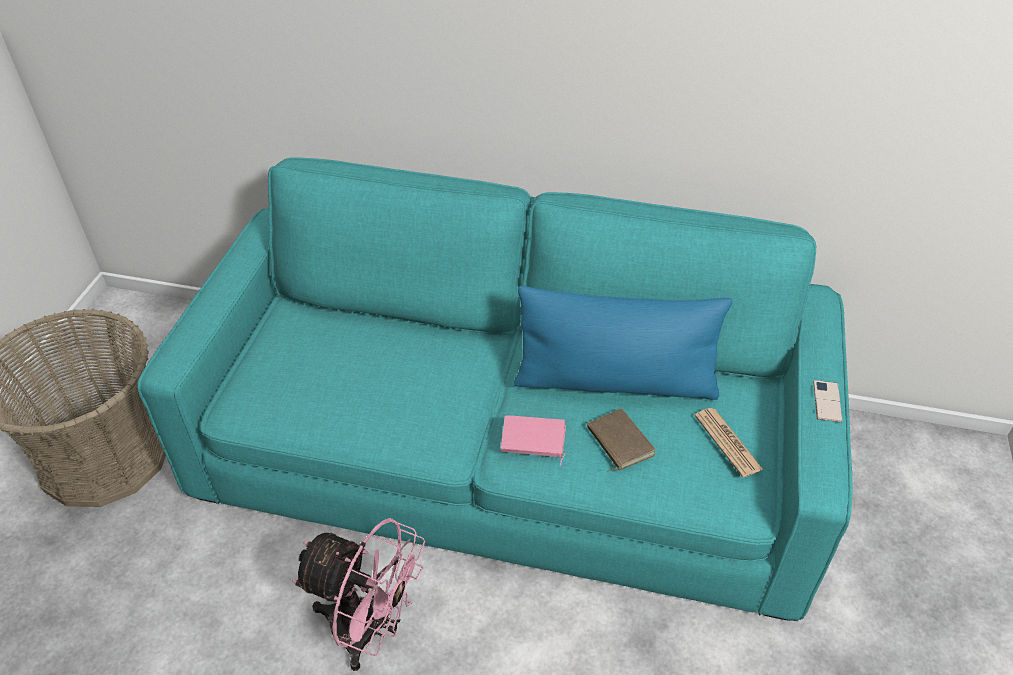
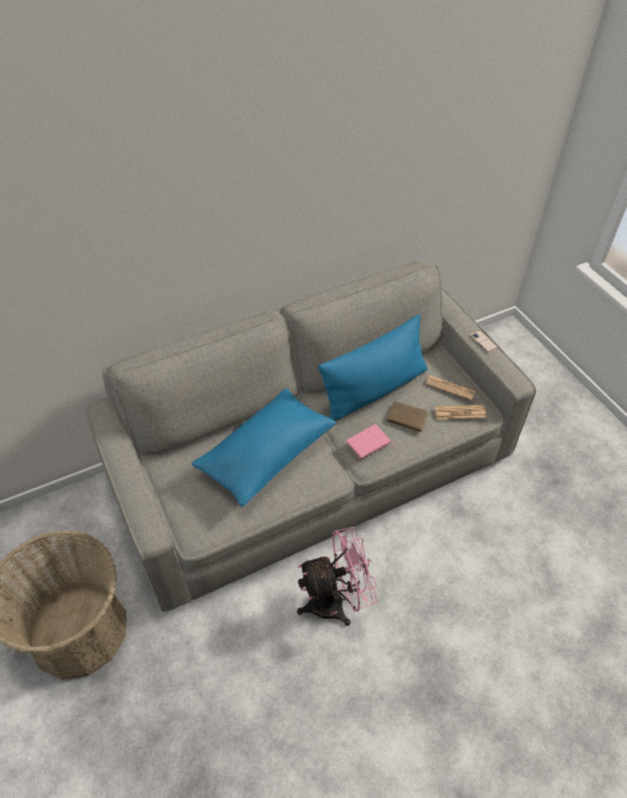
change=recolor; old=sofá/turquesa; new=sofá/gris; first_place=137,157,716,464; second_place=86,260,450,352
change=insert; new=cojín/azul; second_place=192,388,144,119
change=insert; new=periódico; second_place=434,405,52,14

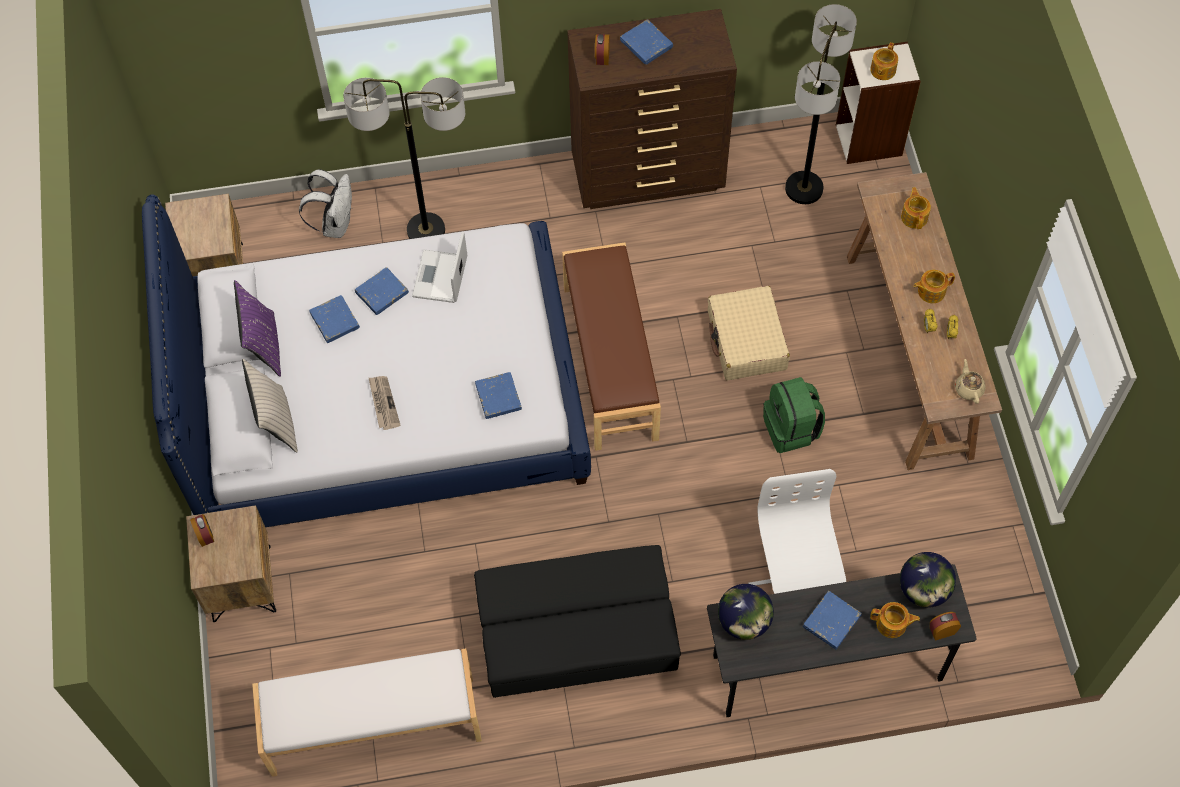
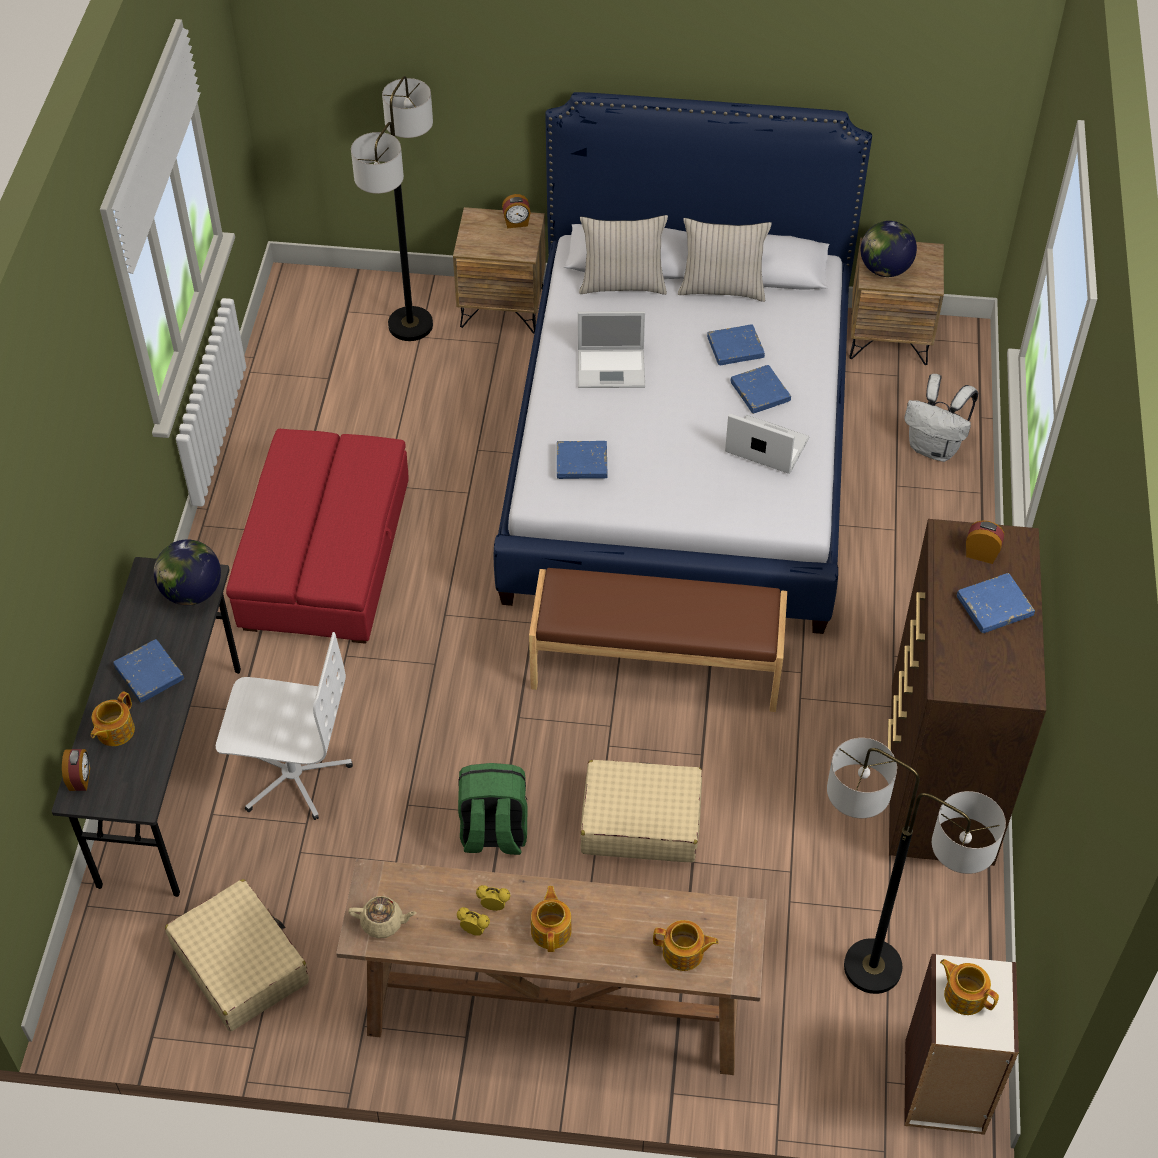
change=move; old=lámpara de pie; first_place=343,77,122,162; second_place=351,76,82,265
change=recolor; old=cojín/morado; new=cojín/beis; first_place=234,280,47,97; second_place=678,218,94,84
change=replace; old=periódico; new=portátil; first_place=369,376,32,54; second_place=578,311,67,77
change=recolor; old=puf/negro; new=puf/rojo; first_place=474,545,207,153; second_place=226,429,183,215
change=move; old=globo terráqueo; first_place=900,552,56,55; second_place=860,221,57,56
change=delete; old=banco/blanco; first_place=252,648,230,129
change=insert; new=maleta/beis; second_place=165,879,144,152

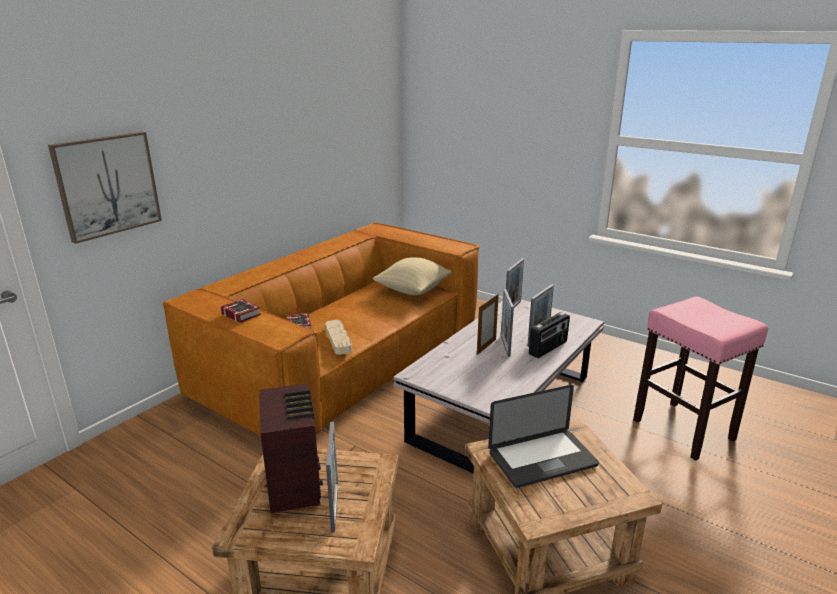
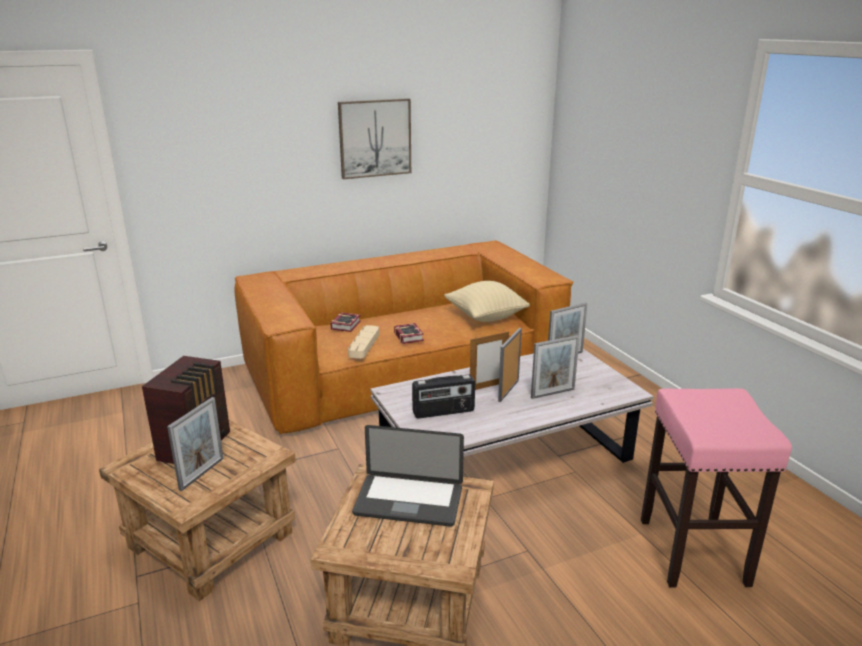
change=move; old=cuadro; first_place=48,132,114,112; second_place=338,98,73,81
change=move; old=libro; first_place=221,299,40,24; second_place=394,323,30,21
change=move; old=radio; first_place=529,312,41,46; second_place=412,374,63,45

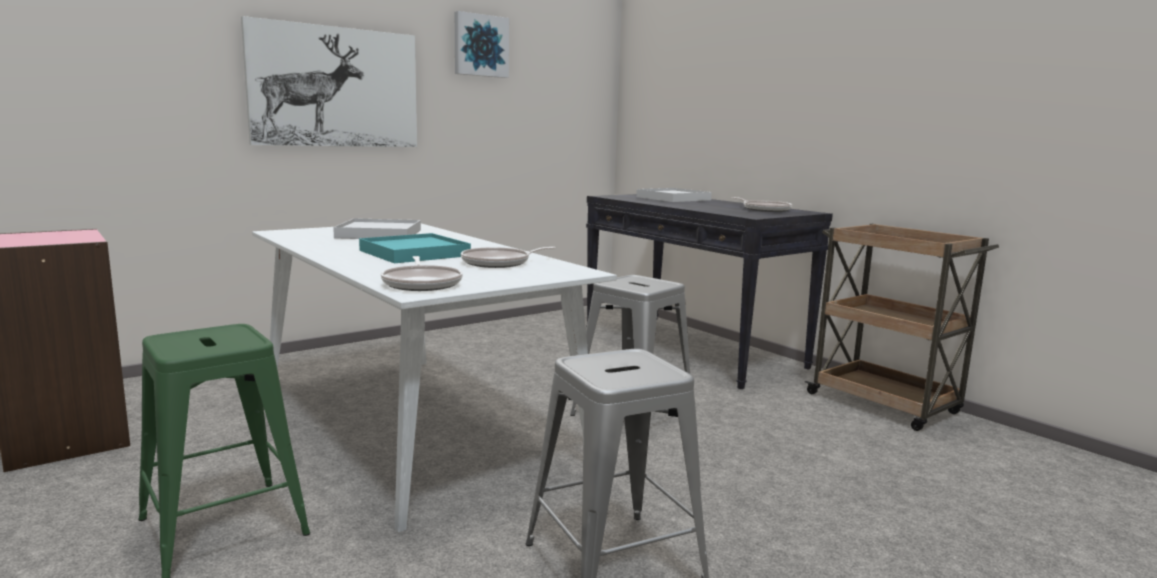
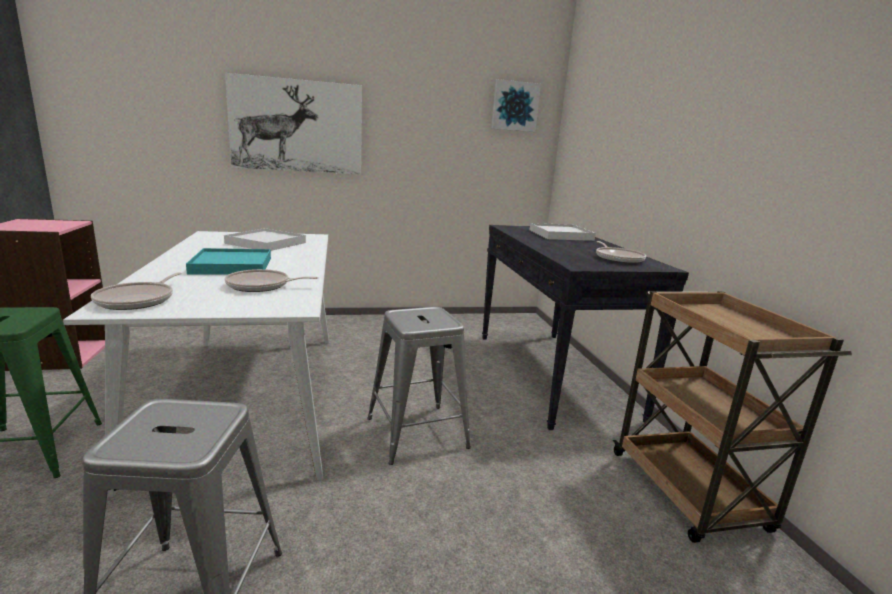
change=move; old=cuadro; first_place=455,11,54,67; second_place=491,79,50,53

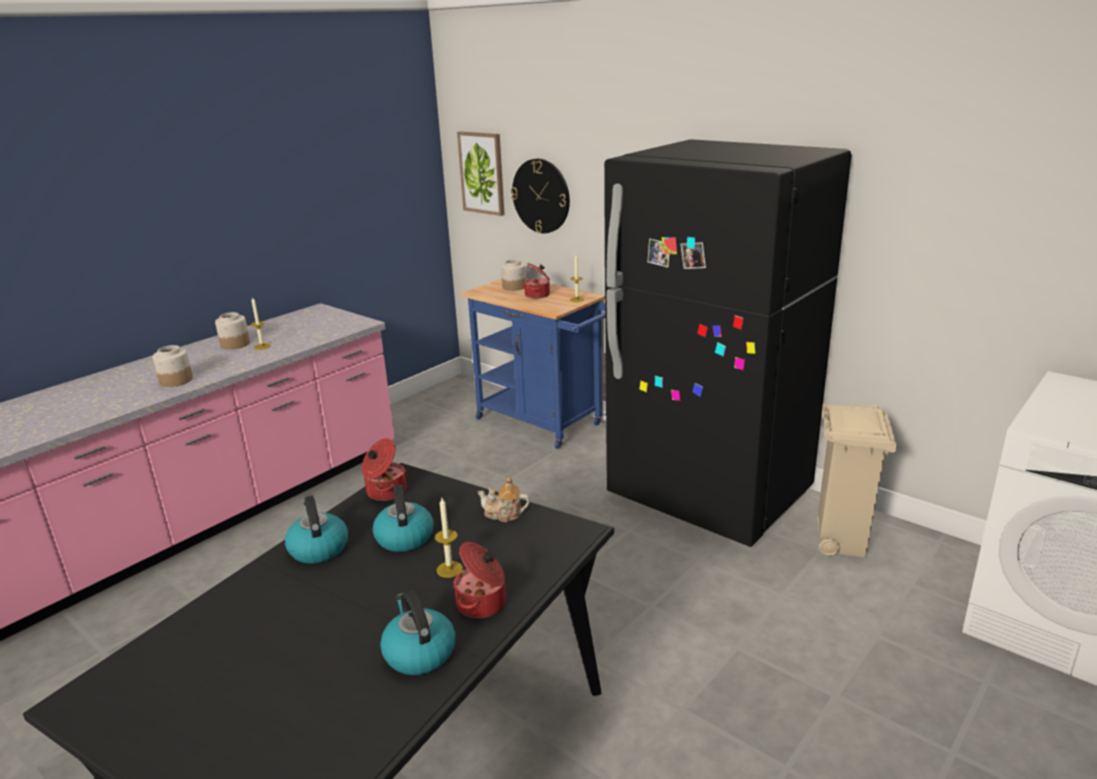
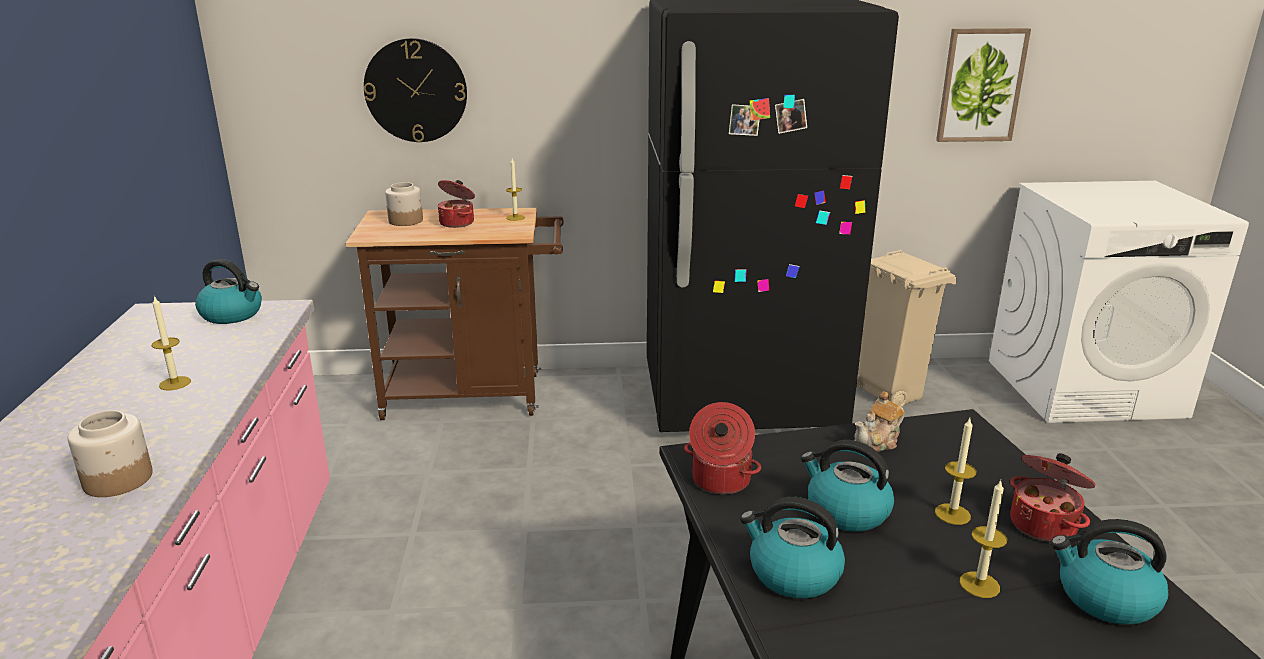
change=move; old=cuadro; first_place=457,131,48,85; second_place=936,28,95,114
change=recolor; old=carrito/azul; new=carrito/marrón; first_place=460,279,145,170; second_place=345,208,219,212
change=delete; old=tarro; first_place=215,312,35,37
change=insert; new=hervidor; second_place=195,259,67,65
change=insert; new=vela; second_place=959,480,48,118

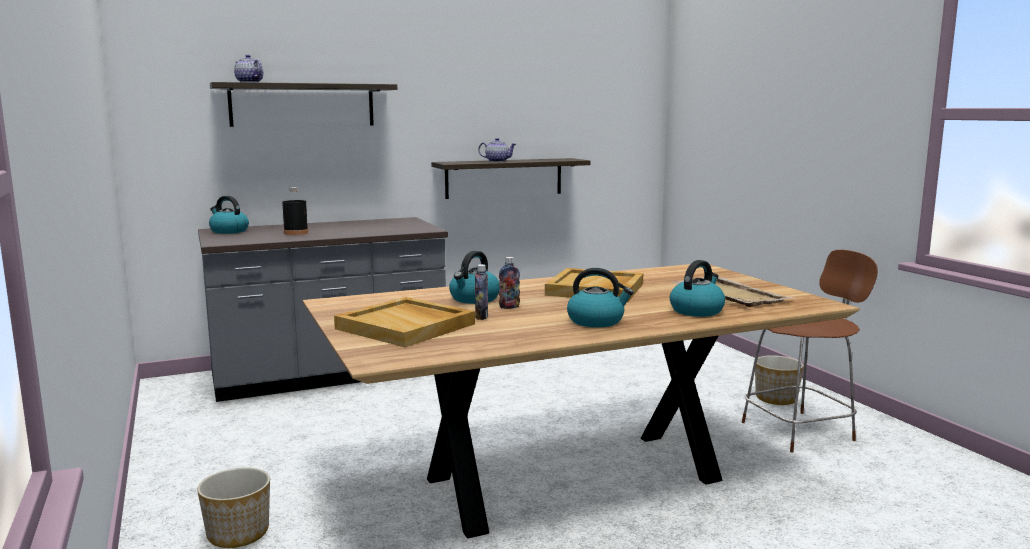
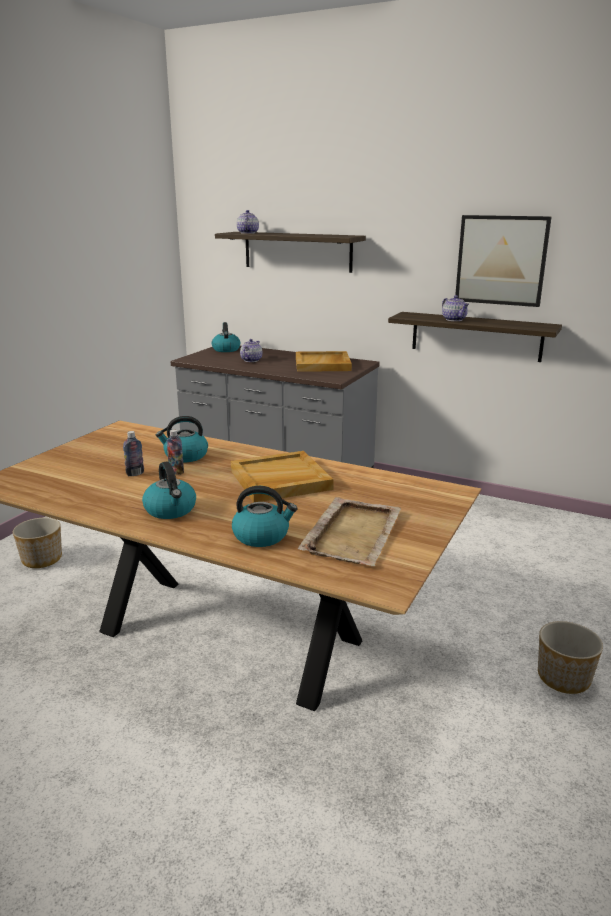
change=replace; old=botella/negro; new=tetera; first_place=282,187,26,48; second_place=240,339,22,23
change=delete; old=silla/marrón; first_place=742,250,136,203
change=move; old=bandeja/beis; first_place=334,297,141,50; second_place=296,351,56,21
change=insert; new=cuadro; second_place=455,215,97,92

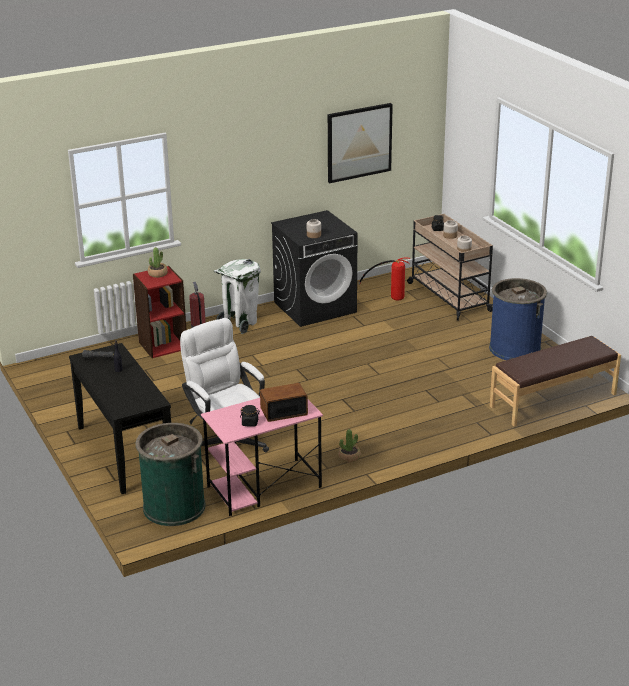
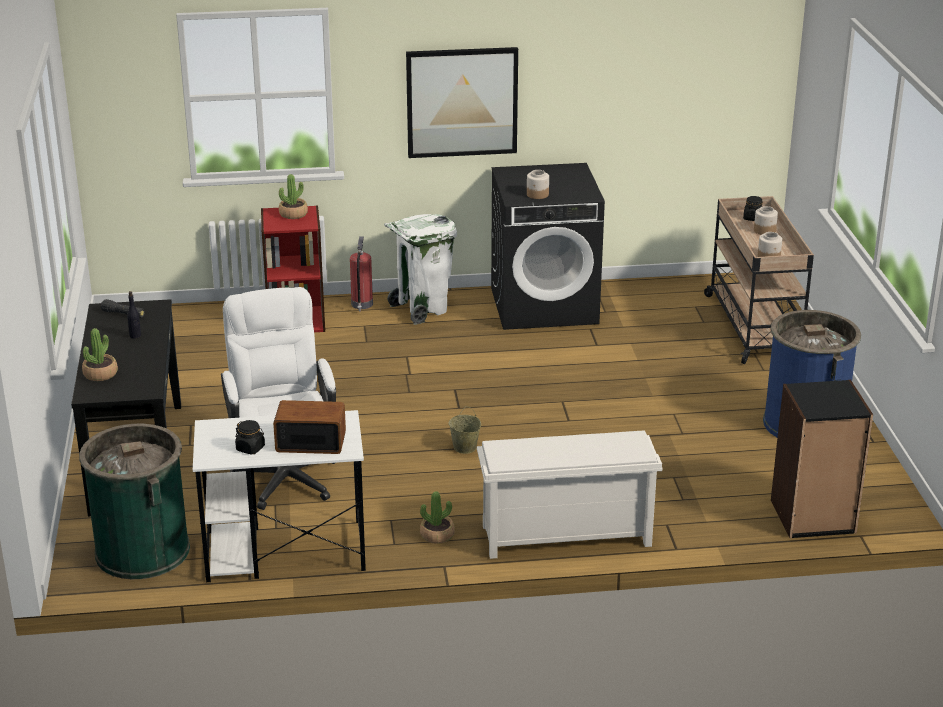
change=move; old=cuadro; first_place=328,103,65,80; second_place=406,47,112,111
change=delete; old=extintor; first_place=358,258,52,42
change=replace; old=banco/marrón; new=estantería/negro; first_place=490,336,131,91; second_place=771,380,102,158
change=recolor; old=escritorio/rosa; new=escritorio/blanco; first_place=201,398,122,118; second_place=193,410,173,172
change=insert; new=planta en maceta; second_place=82,328,36,53
change=insert; new=cubo/beis; second_place=449,406,32,48
change=insert; new=zapatero/blanco; second_place=477,430,185,129

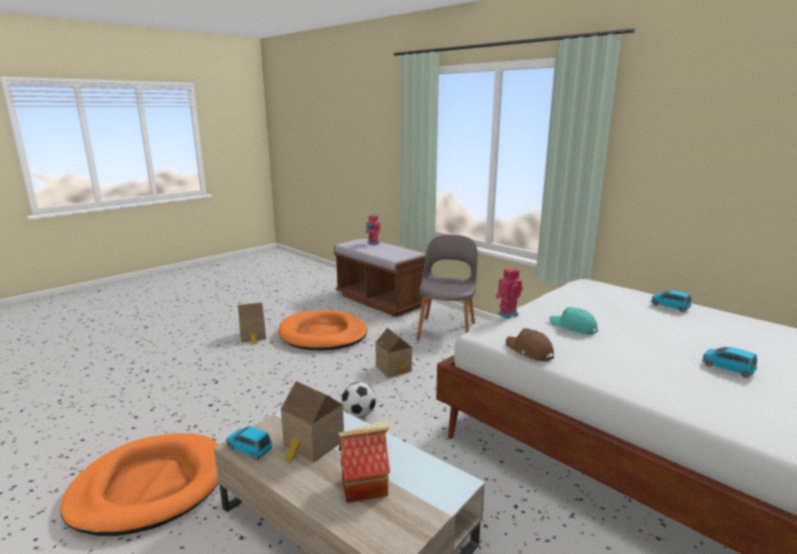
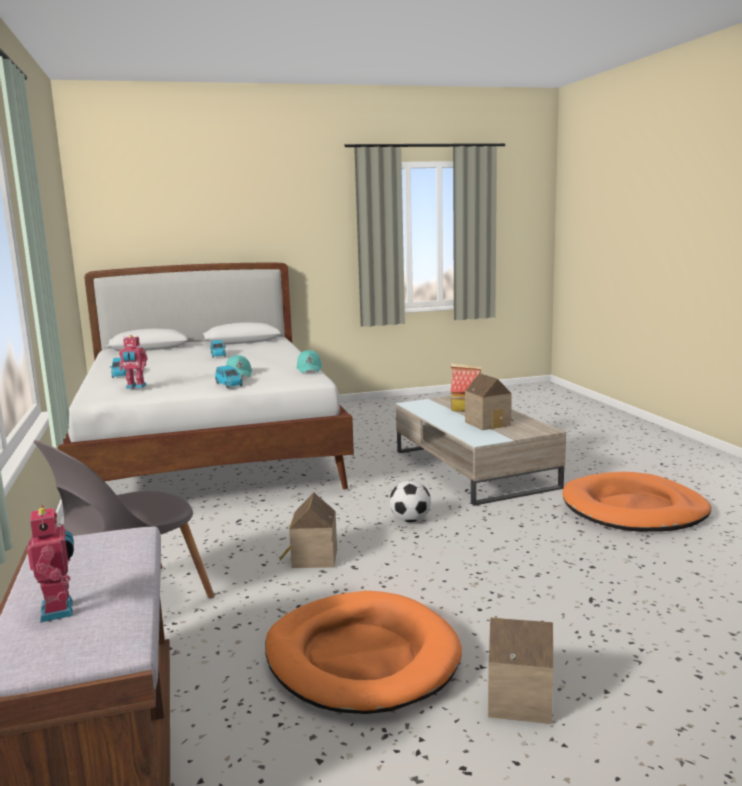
change=move; old=robot de juguete; first_place=495,267,28,52; second_place=119,335,28,54
change=recolor; old=gorra/marrón; new=gorra/turquesa; first_place=506,328,48,33; second_place=297,350,25,23
change=move; old=coche de juguete/azul; first_place=226,427,46,33; second_place=215,366,28,22

